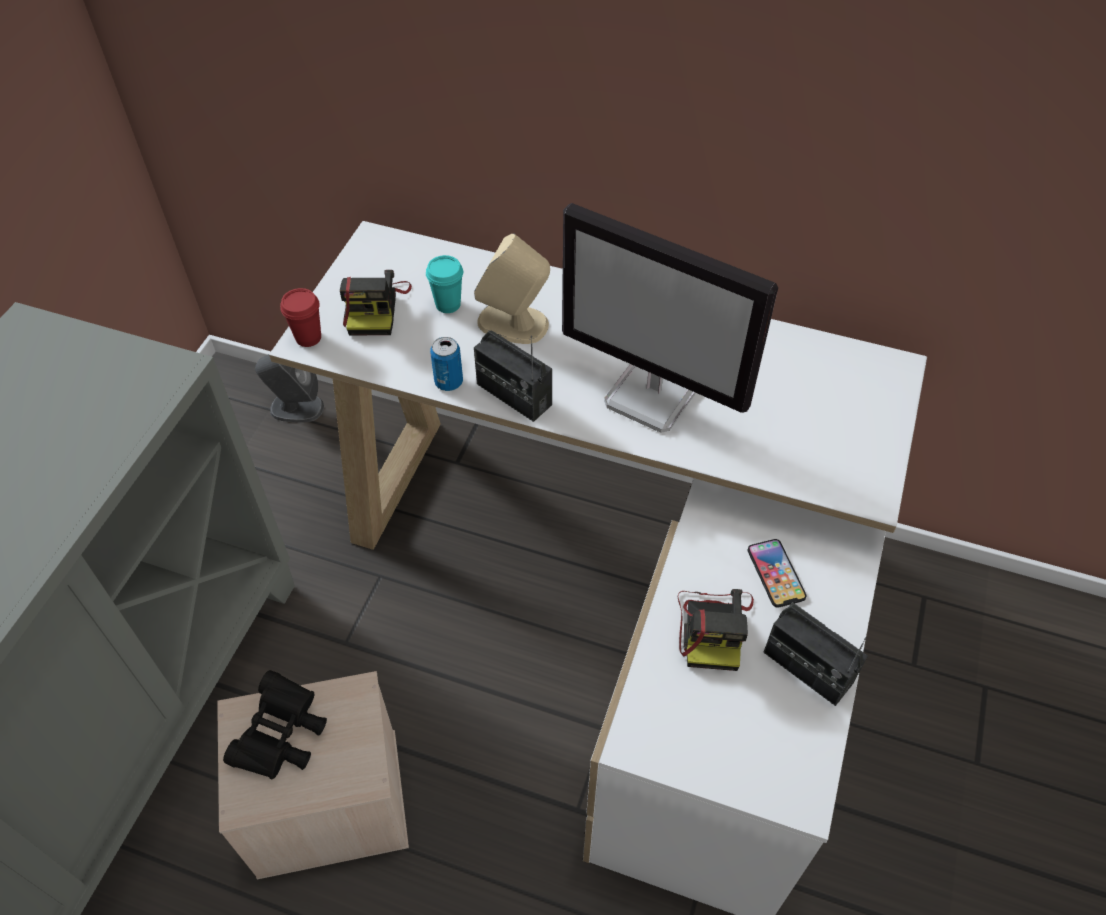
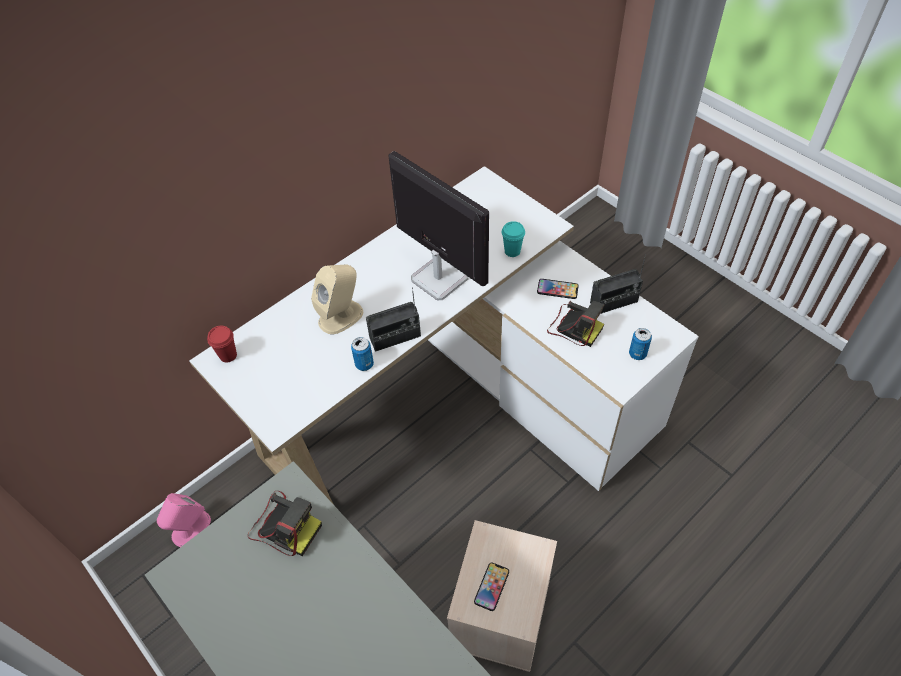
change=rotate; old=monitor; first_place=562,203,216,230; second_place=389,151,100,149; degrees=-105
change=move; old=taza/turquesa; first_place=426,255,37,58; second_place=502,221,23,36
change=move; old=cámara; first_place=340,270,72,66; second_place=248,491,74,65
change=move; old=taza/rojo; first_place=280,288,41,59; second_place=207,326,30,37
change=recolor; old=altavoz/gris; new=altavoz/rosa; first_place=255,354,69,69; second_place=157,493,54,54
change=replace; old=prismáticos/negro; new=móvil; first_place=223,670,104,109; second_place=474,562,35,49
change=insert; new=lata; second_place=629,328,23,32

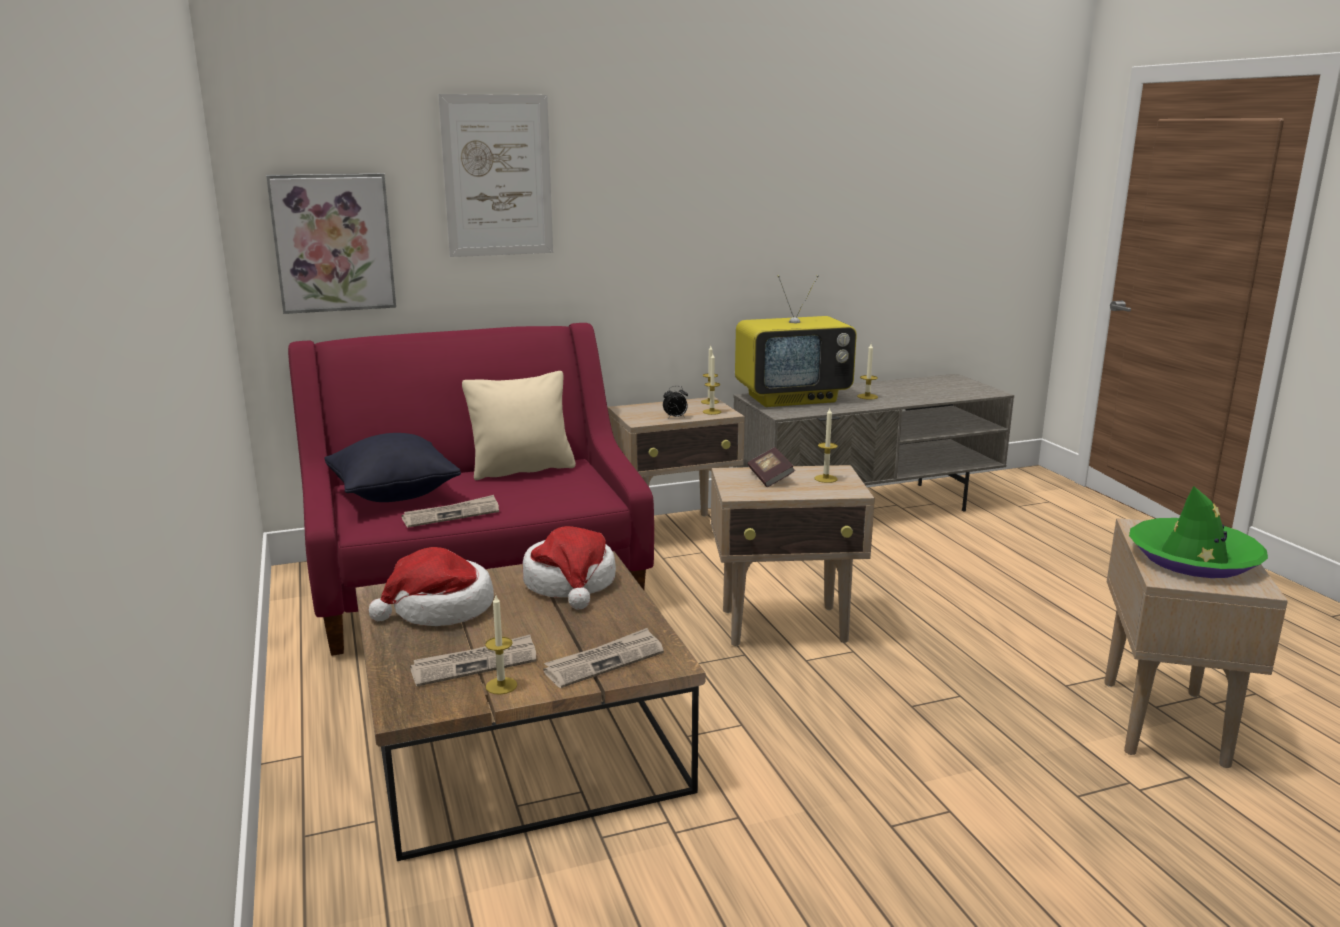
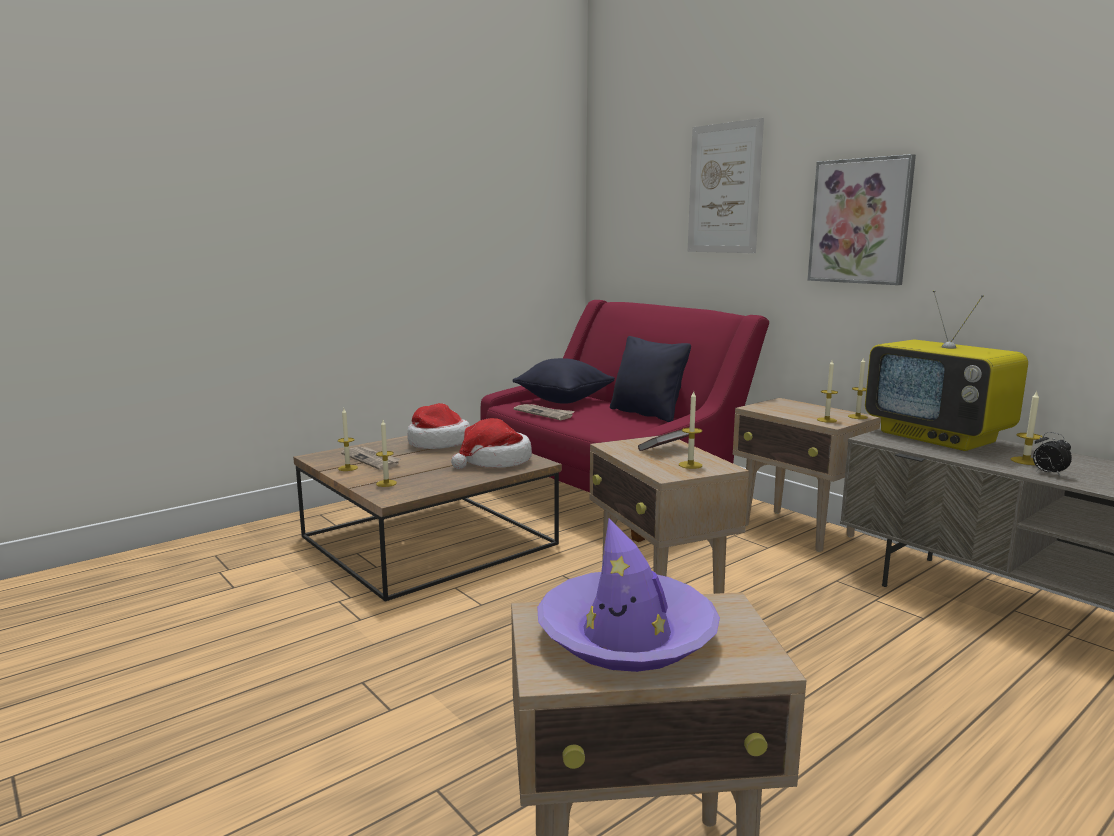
change=move; old=cuadro; first_place=266,173,130,141; second_place=808,154,108,131
change=recolor; old=cojín/beis; new=cojín/negro; first_place=462,371,114,109; second_place=610,336,81,86
change=move; old=despertador; first_place=663,386,25,32; second_place=1033,432,39,44
change=recolor; old=sombrero/verde; new=sombrero/morado; first_place=1129,486,139,92; second_place=537,519,183,153
change=replace; old=periódico; new=vela; first_place=543,628,121,60; second_place=376,420,21,67

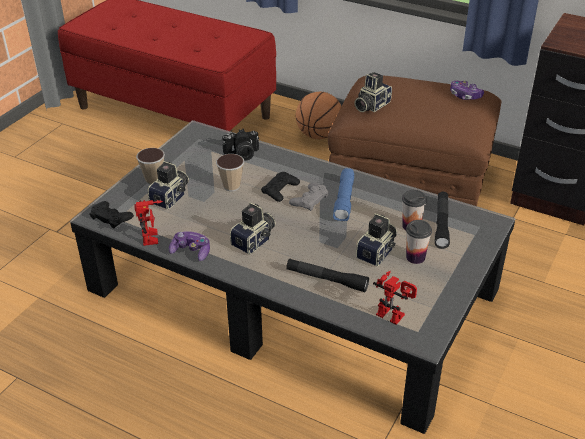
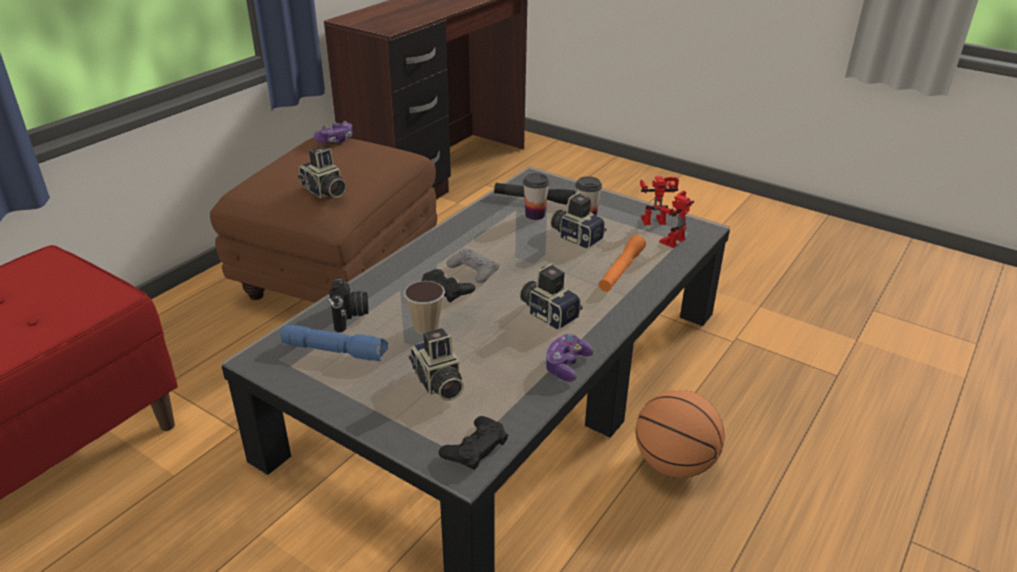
change=move; old=balón de baloncesto; first_place=296,92,45,47; second_place=635,390,90,88
change=delete; old=taza; first_place=136,148,29,37
change=rotate; old=cámara; first_place=148,161,41,48; second_place=409,328,55,73; degrees=-150
change=move; old=linterna/azul; first_place=333,168,21,53; second_place=280,325,108,36
change=move; old=robot de juguete; first_place=134,200,29,46; second_place=640,176,39,49
change=recolor; old=linterna/negro; new=linterna/naranja; first_place=286,259,83,33; second_place=599,235,47,57

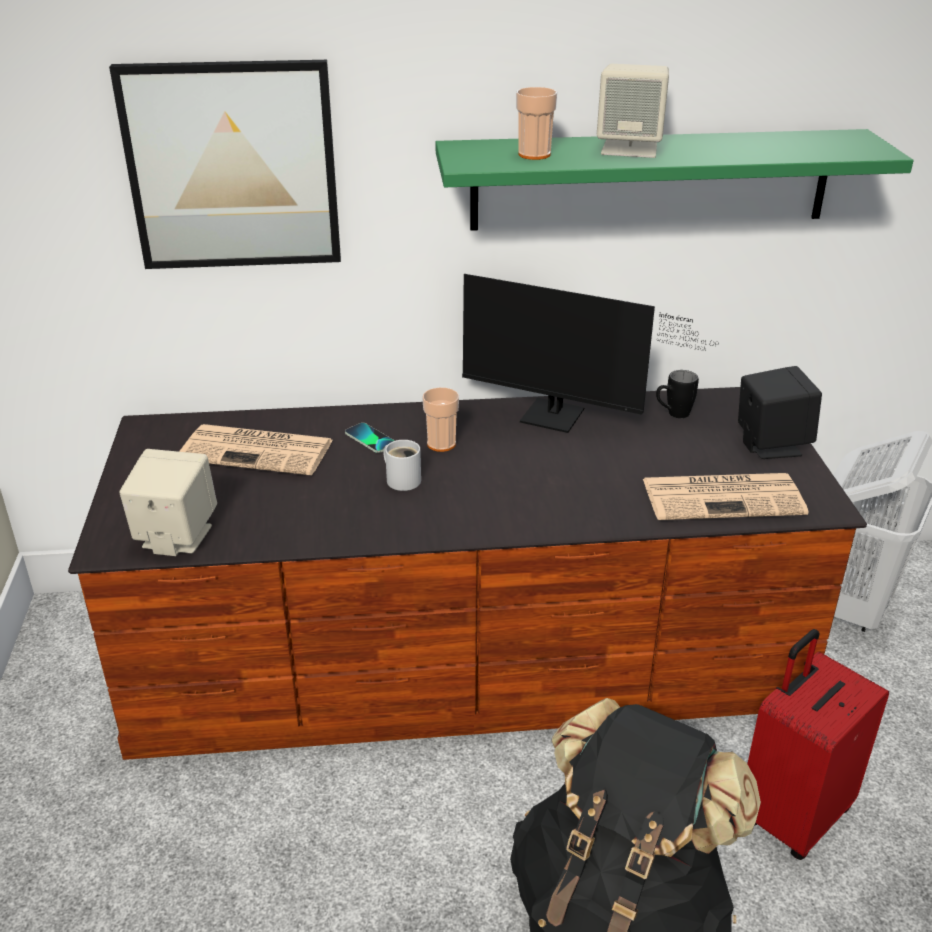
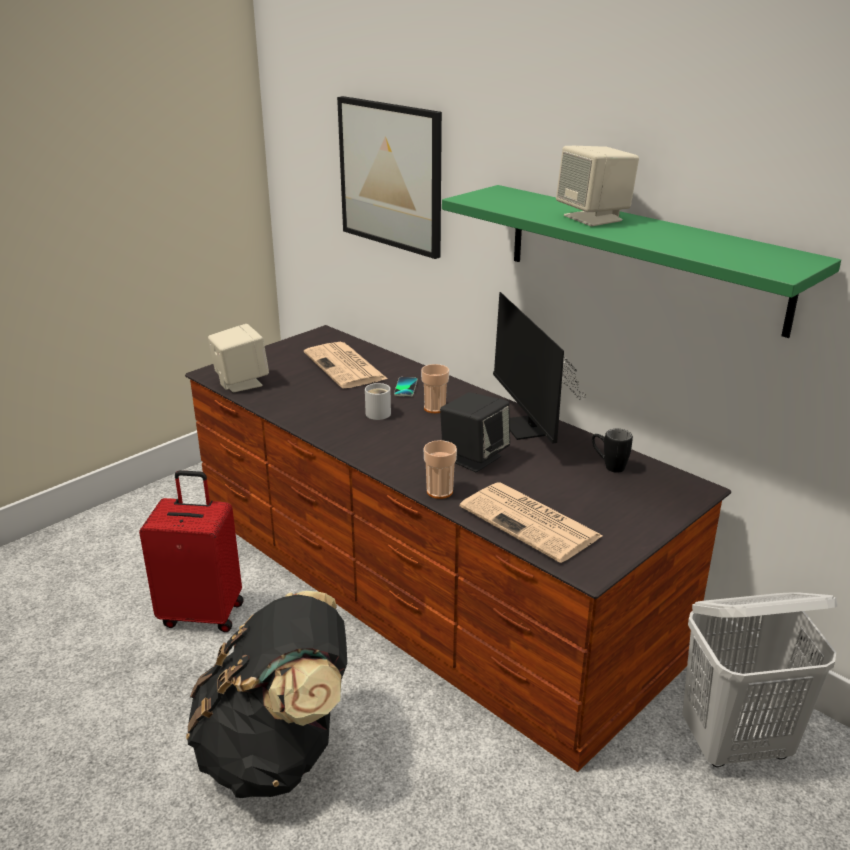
change=move; old=taza; first_place=516,87,41,73; second_place=423,440,34,59
change=move; old=altavoz/negro; first_place=738,366,84,93; second_place=440,392,70,80
change=move; old=maleta/rojo; first_place=747,629,142,231; second_place=139,470,105,162

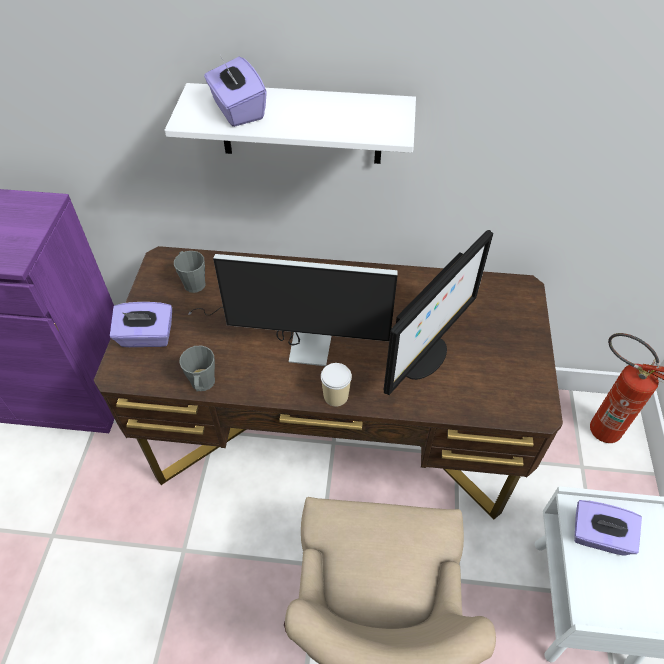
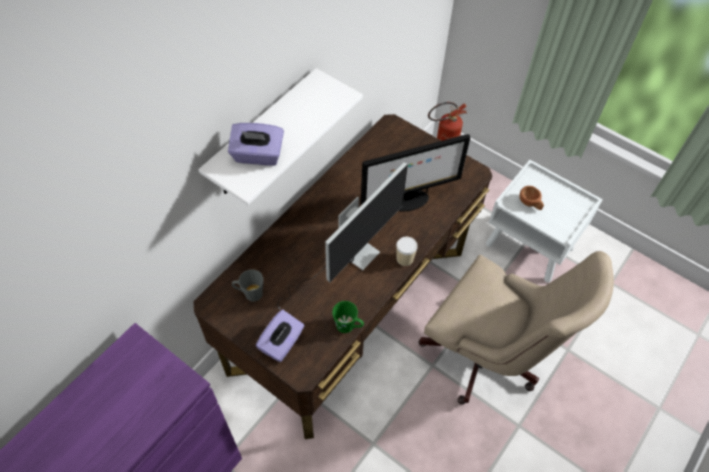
change=rotate; old=monitor; first_place=384,230,110,165; second_place=361,134,109,78; degrees=90
change=recolor; old=taza grande/gris; new=taza grande/verde; first_place=179,346,36,45; second_place=332,301,32,32
change=replace; old=caja de pañuelos/morado; new=taza/marrón; first_place=574,500,68,56; second_place=519,186,25,24

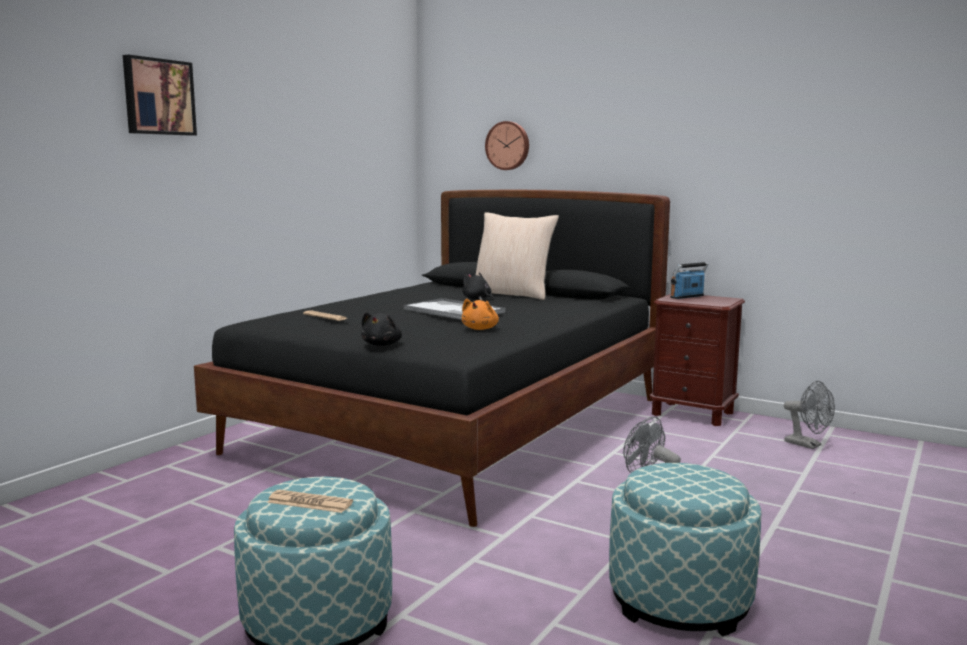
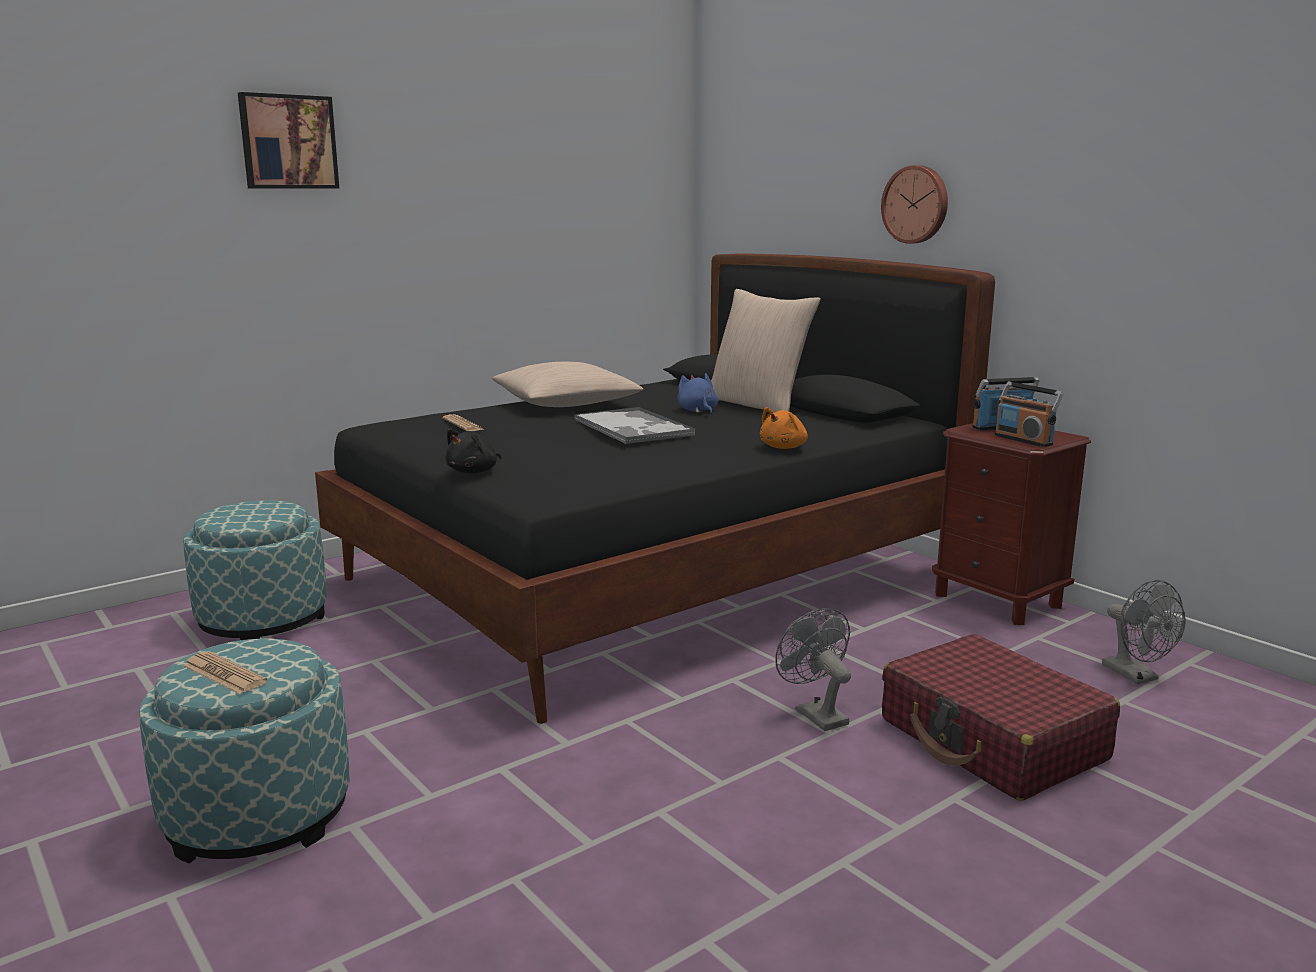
change=move; old=reloj de pared; first_place=485,121,44,49; second_place=881,165,67,79
change=recolor; old=peluche/negro; new=peluche/azul; first_place=462,272,32,29; second_place=678,373,40,41
change=move; old=peluche/naranja; first_place=462,299,37,31; second_place=760,407,48,42
change=move; old=puf; first_place=609,463,153,173; second_place=183,500,144,140
change=insert; new=cojín/beis; second_place=492,362,152,45
change=insert; new=radio; second_place=995,382,68,65
change=insert; new=maleta/rojo; second_place=882,634,238,167

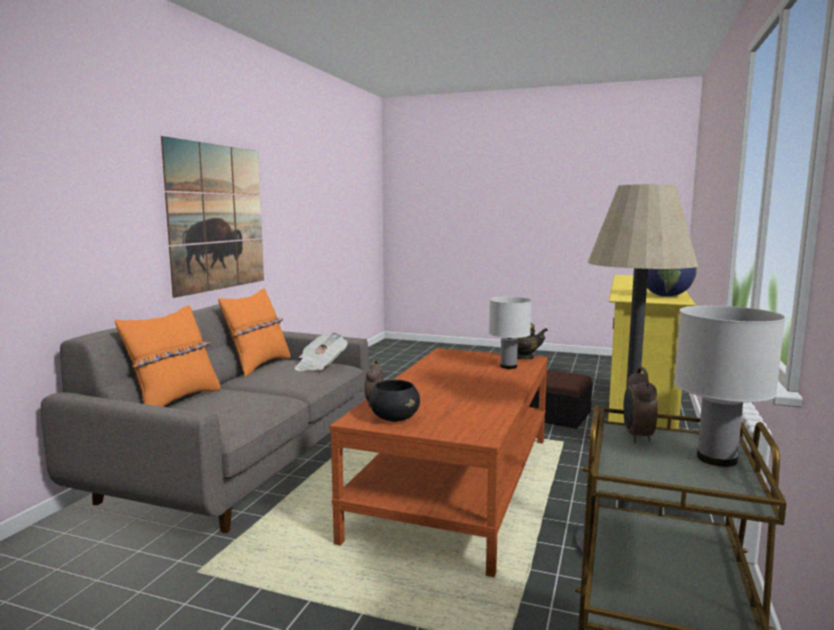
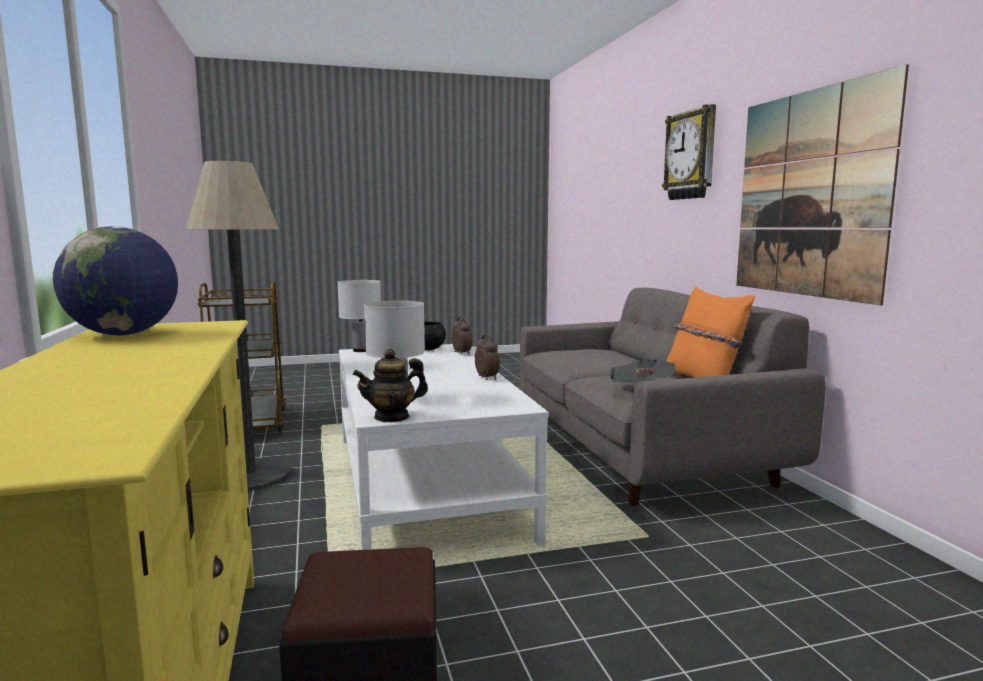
change=delete; old=cojín/naranja; first_place=115,306,106,101
change=move; old=lámpara de mesa/blanco; first_place=674,306,111,161; second_place=337,280,44,72
change=recolor; old=mesa de centro/marrón; new=mesa de centro/blanco; first_place=330,348,218,229; second_place=339,344,210,206
change=move; old=despertador; first_place=623,367,35,76; second_place=475,334,25,46
change=insert; new=reloj de pared; second_place=662,104,54,96

